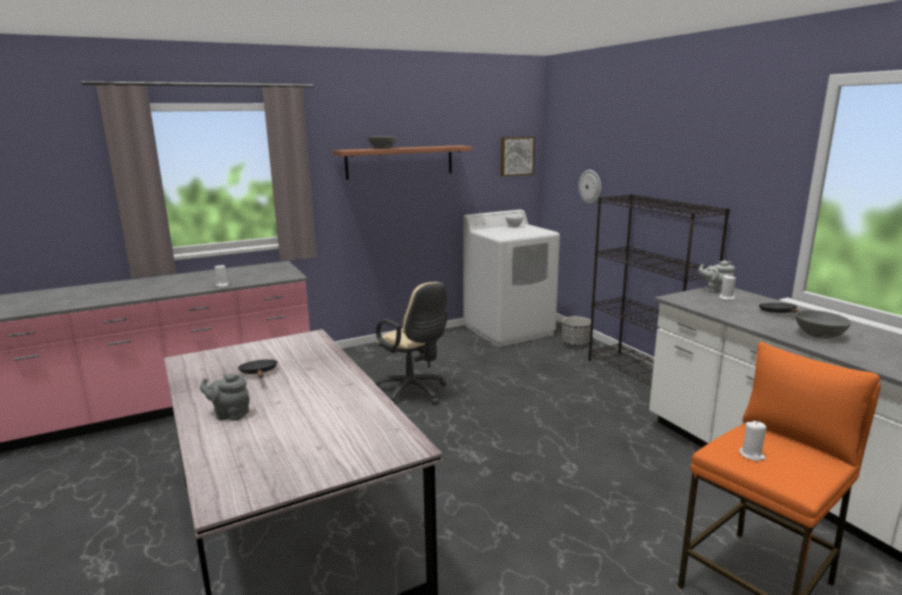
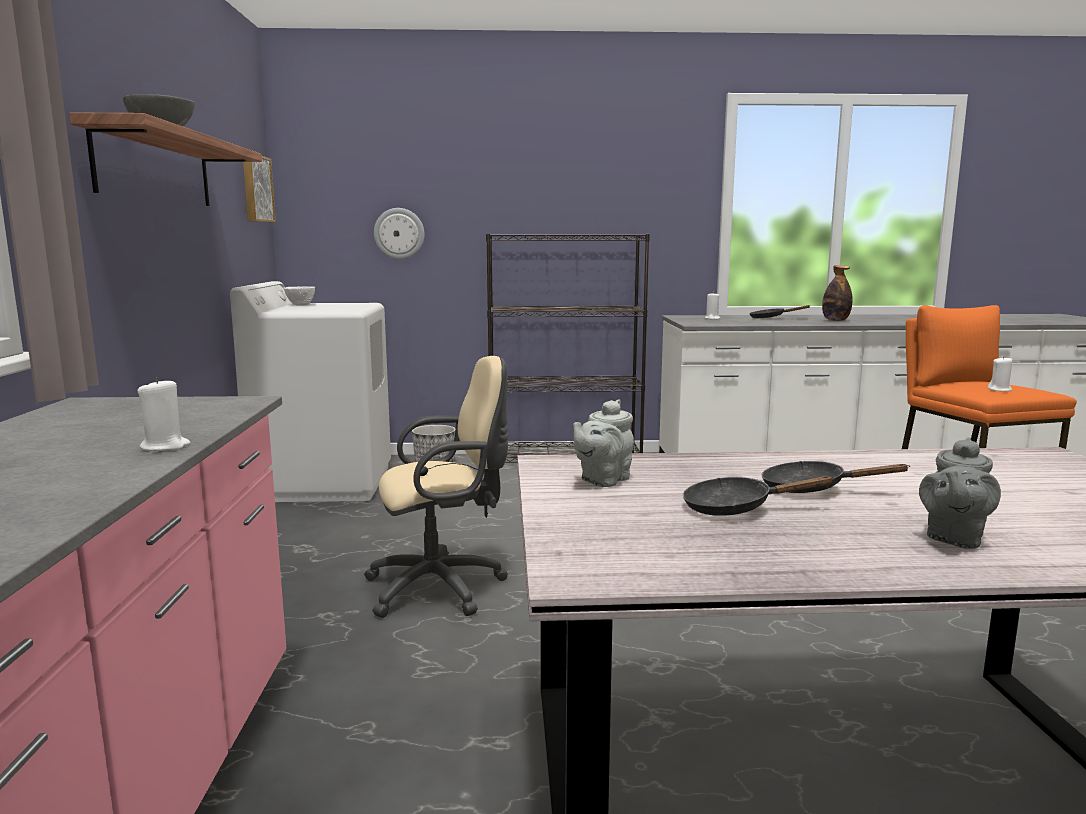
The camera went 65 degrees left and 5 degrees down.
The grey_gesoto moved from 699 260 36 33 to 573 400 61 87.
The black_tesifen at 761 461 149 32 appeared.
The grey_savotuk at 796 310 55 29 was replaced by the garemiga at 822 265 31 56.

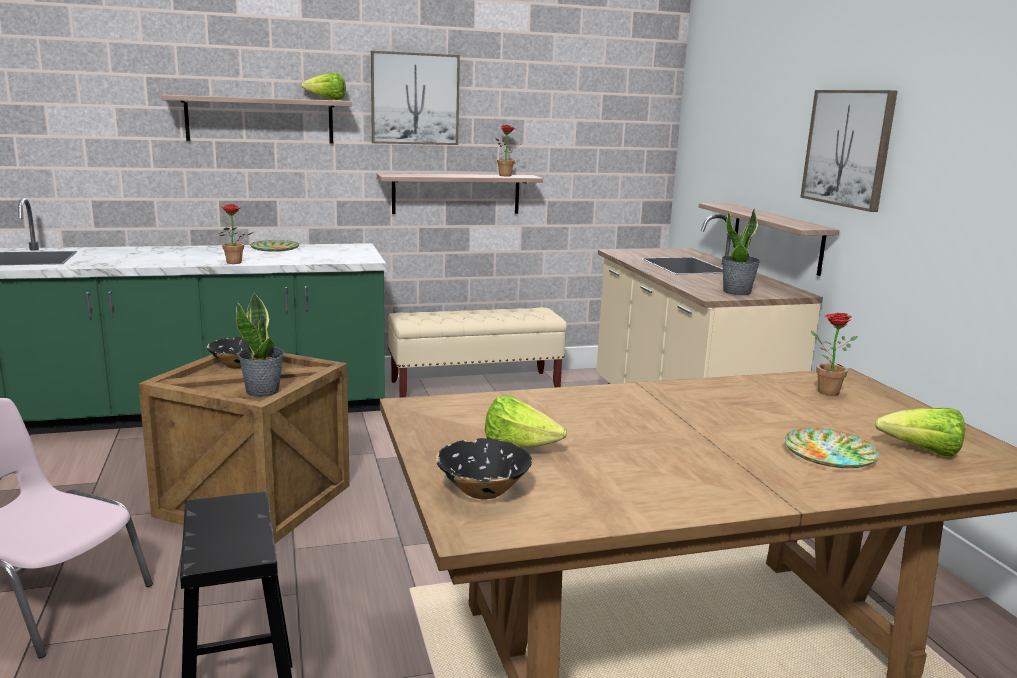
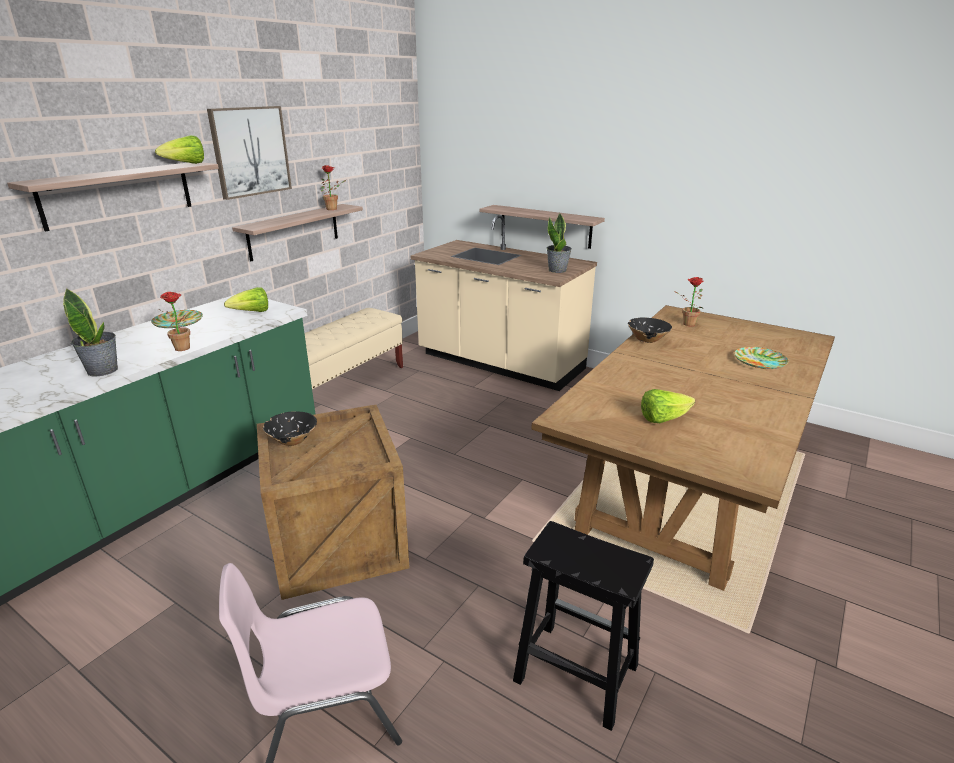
The camera went 40 degrees left and 10 degrees up.
The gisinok moved from 236 292 48 105 to 63 288 55 89.
The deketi moved from 875 408 90 48 to 224 287 44 25.
The black_savotuk moved from 436 438 96 61 to 628 317 44 26.
The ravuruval at 800 90 97 122 disappeared.

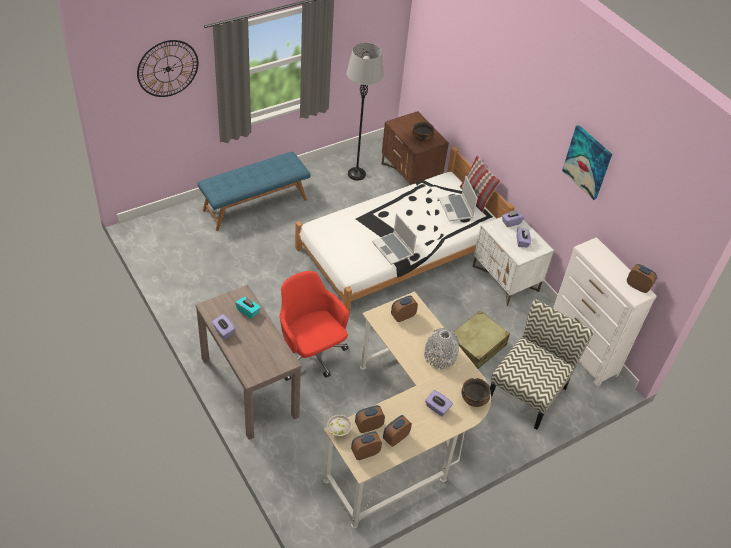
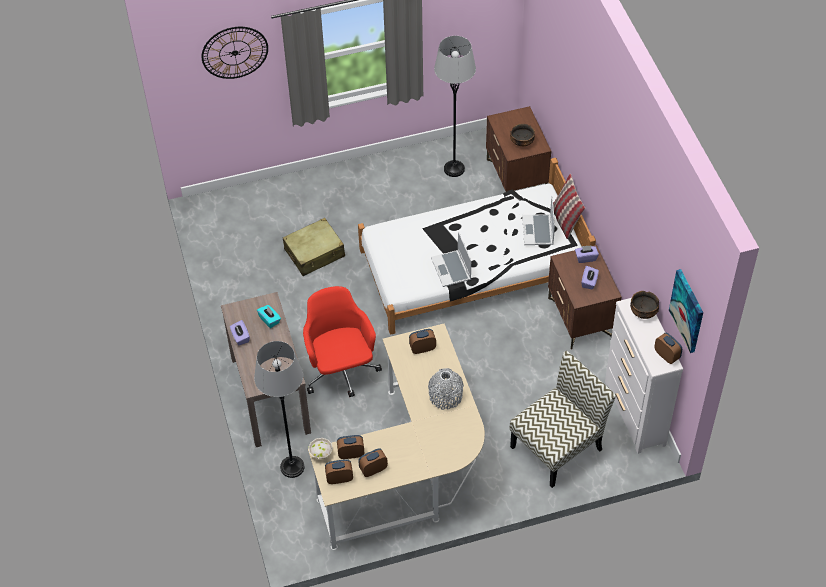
The camera went 20 degrees right and 5 degrees up.
The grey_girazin at 254 341 51 137 appeared.
The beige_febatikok moved from 454 311 56 58 to 283 218 62 58.
The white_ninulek at 473 217 81 89 became the brown_ninulek at 548 245 74 104.
The savotuk moved from 461 378 30 29 to 630 291 29 28.
The ravuruval moved from 562 125 50 75 to 669 269 34 84.
The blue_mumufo at 197 152 114 79 disappeared.
The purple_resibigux at 425 390 28 26 disappeared.

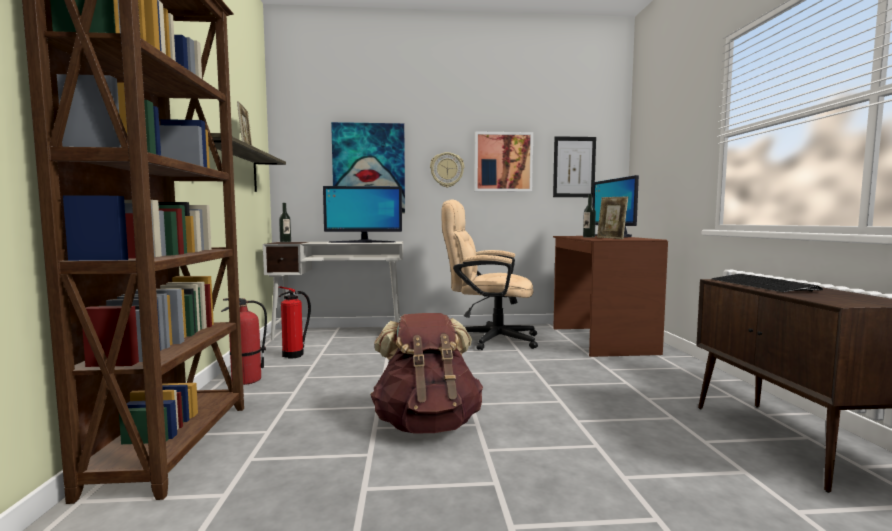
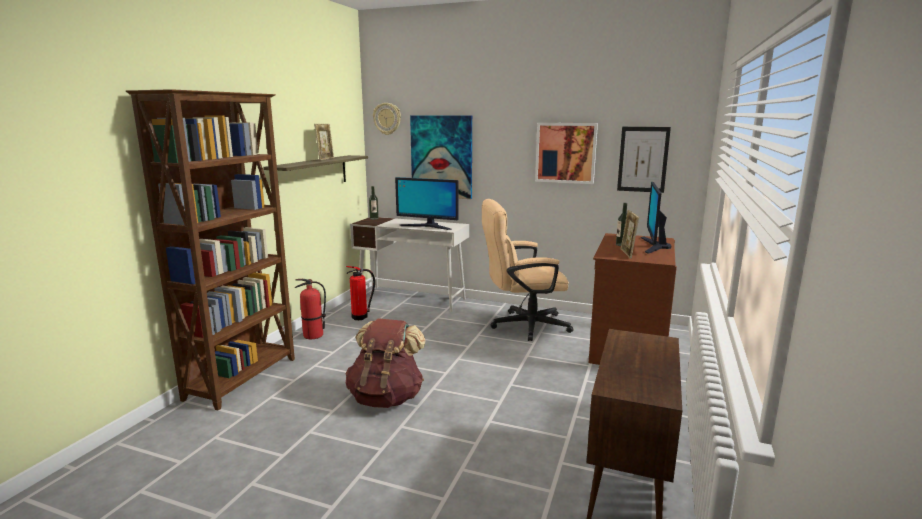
The camera went 25 degrees right and 10 degrees up.
The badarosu moved from 430 152 34 35 to 373 103 28 32.
The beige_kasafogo at 441 199 97 151 turned 45 degrees counterclockwise.
The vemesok at 711 274 112 18 disappeared.

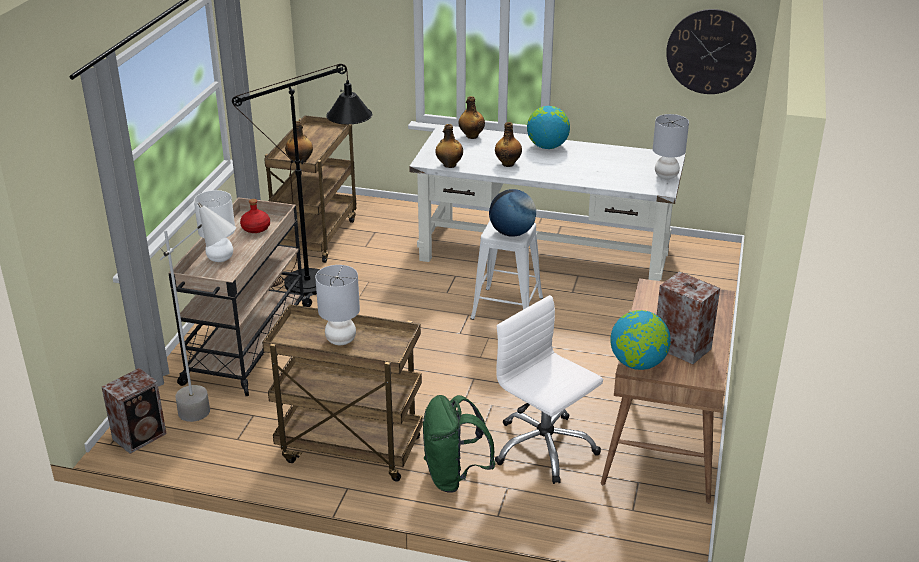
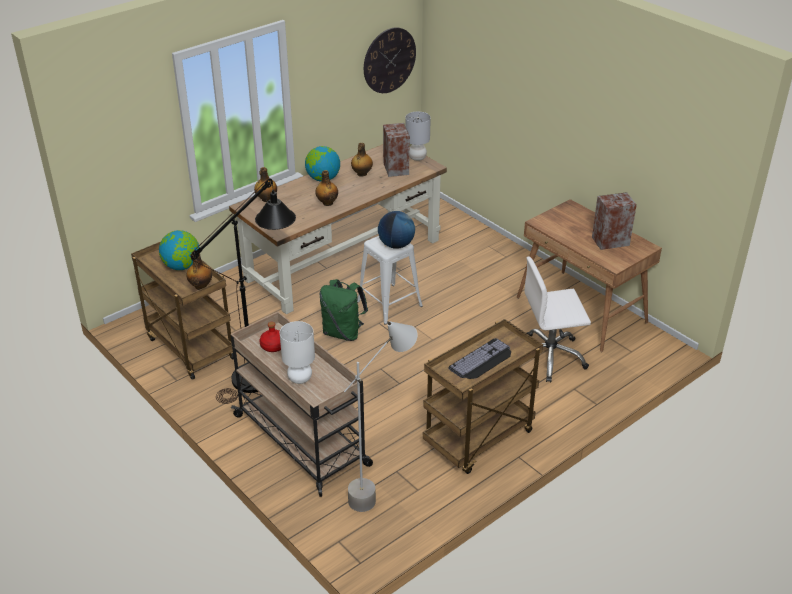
The camera went 55 degrees left and 5 degrees up.
The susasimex moved from 610 310 61 60 to 159 230 40 40.
The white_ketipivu at 409 126 277 155 became the brown_ketipivu at 229 144 218 170.
The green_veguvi moved from 423 395 72 98 to 319 279 49 62.
The garemiga moved from 435 124 28 44 to 351 143 22 34.
The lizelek moved from 102 368 64 86 to 383 123 27 54.
The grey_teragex at 315 265 45 80 was replaced by the vemesok at 448 338 63 41.

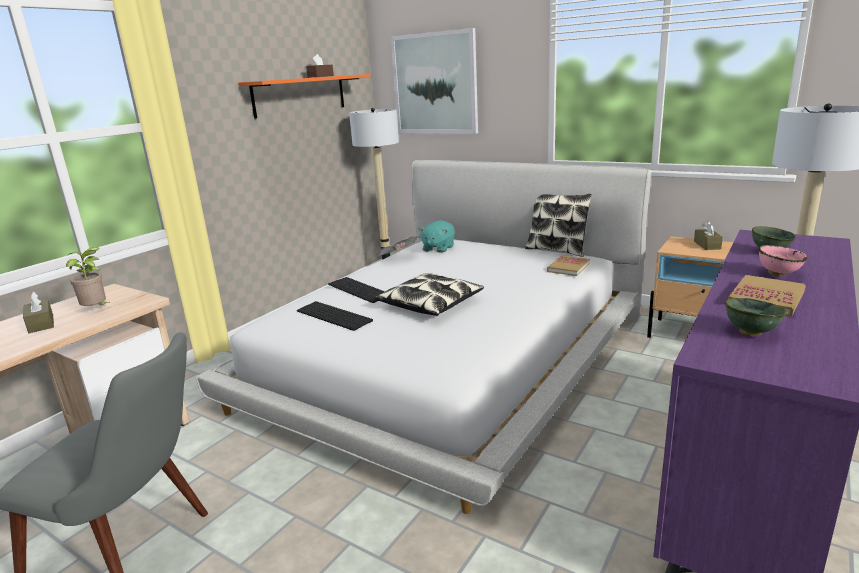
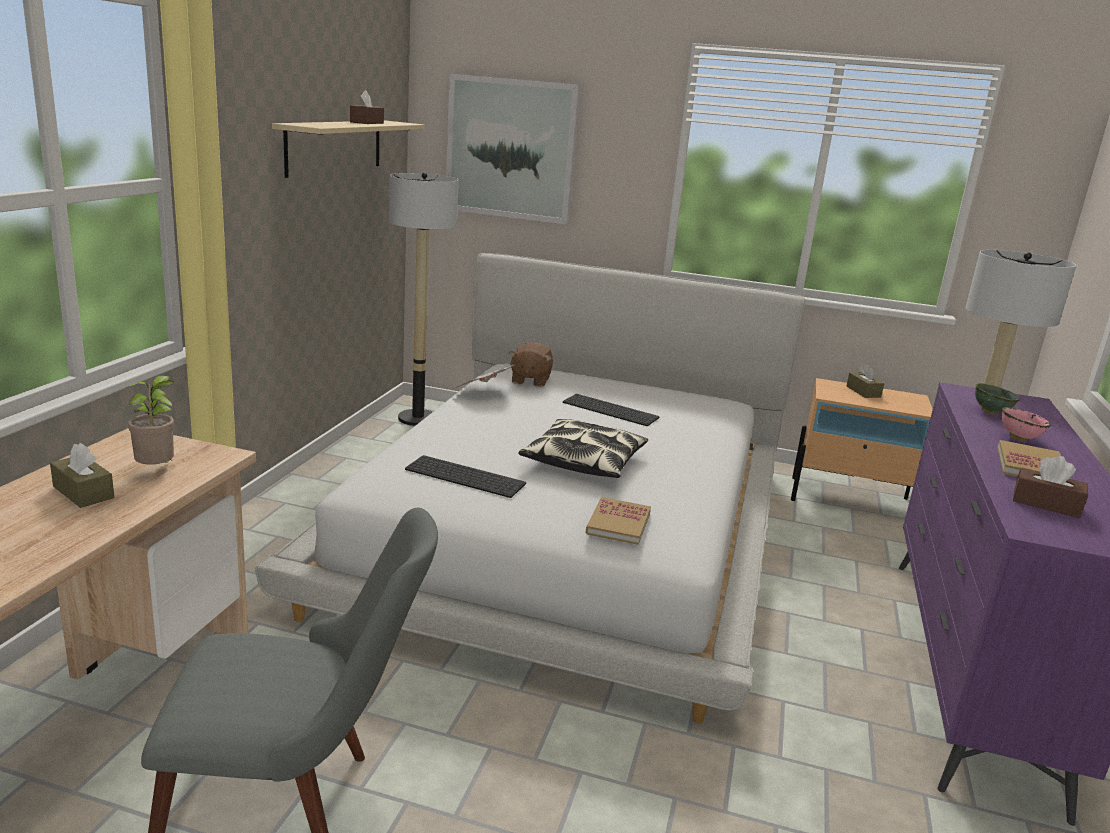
The camera went 20 degrees left and 0 degrees up.
The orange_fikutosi at 238 74 132 45 became the beige_fikutosi at 272 121 153 57.
The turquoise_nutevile at 419 220 36 33 became the brown_nutevile at 509 342 44 45.
The vemesok moved from 328 277 57 26 to 563 394 97 32.
The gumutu moved from 547 256 43 20 to 585 497 66 48.
The green_savotuk at 725 298 62 38 was replaced by the brown_resibigux at 1013 456 75 62.
The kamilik at 525 194 67 63 disappeared.

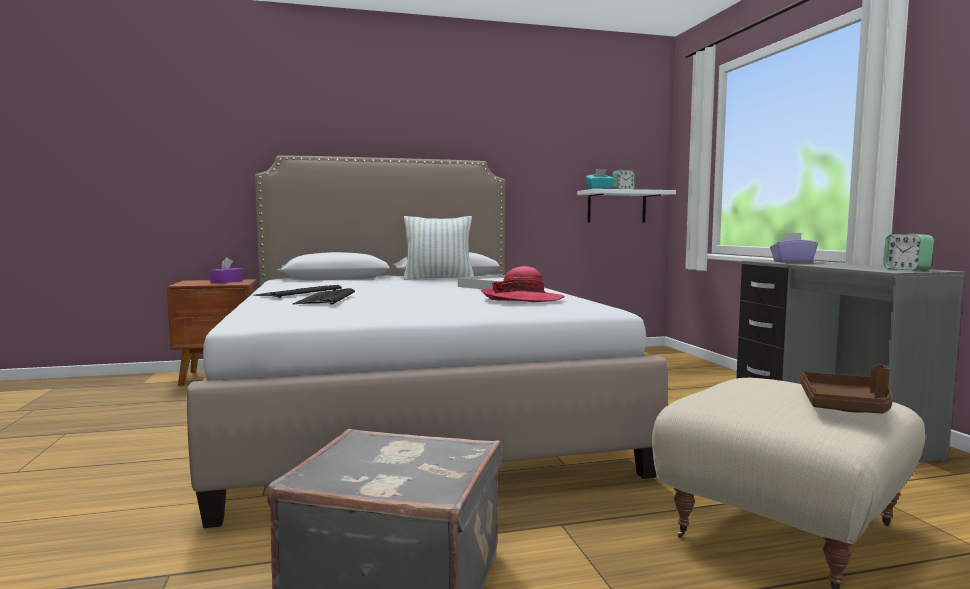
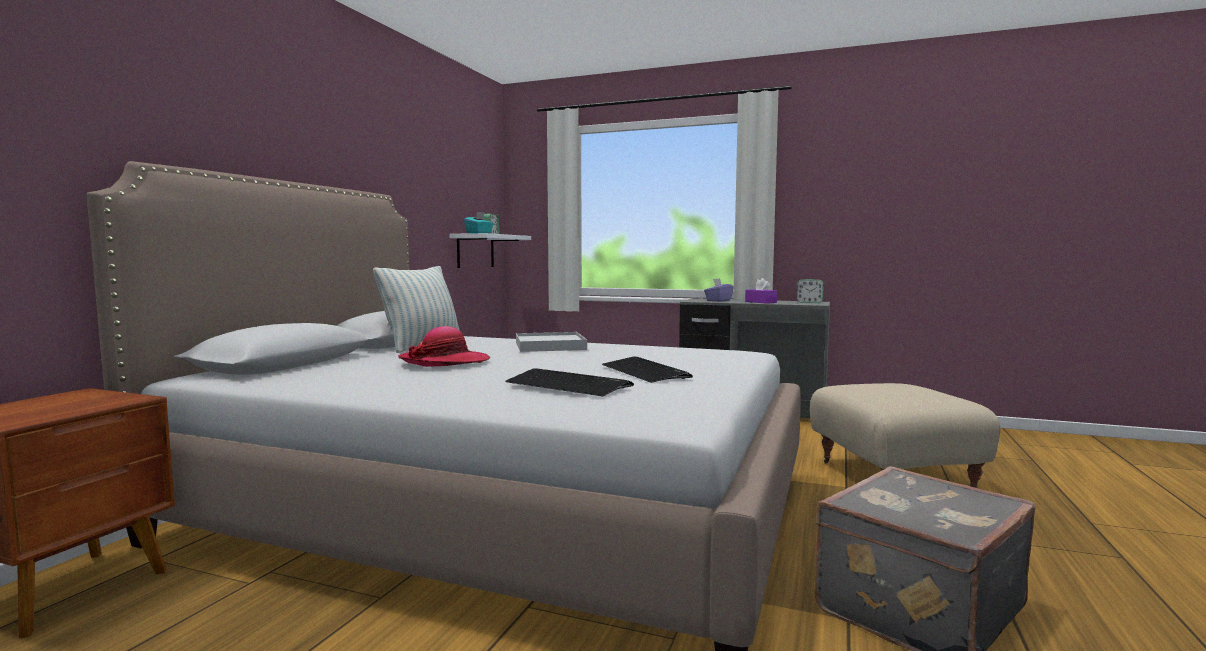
The camera went 55 degrees left and 0 degrees up.
The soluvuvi moved from 481 266 83 36 to 398 326 92 41.
The vemesok moved from 253 285 89 13 to 602 356 91 27.
The purple_resibigux moved from 210 257 33 26 to 745 278 32 26.
The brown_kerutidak at 800 364 93 49 disappeared.

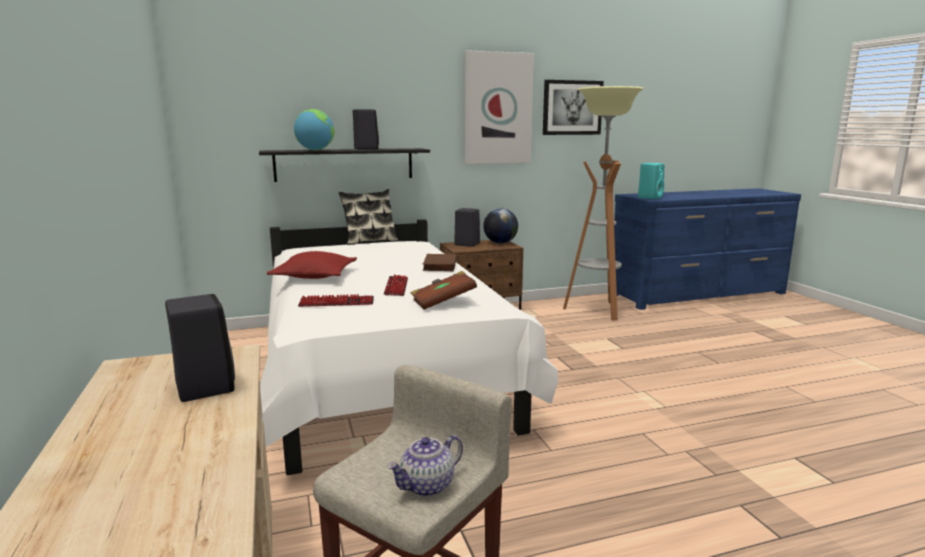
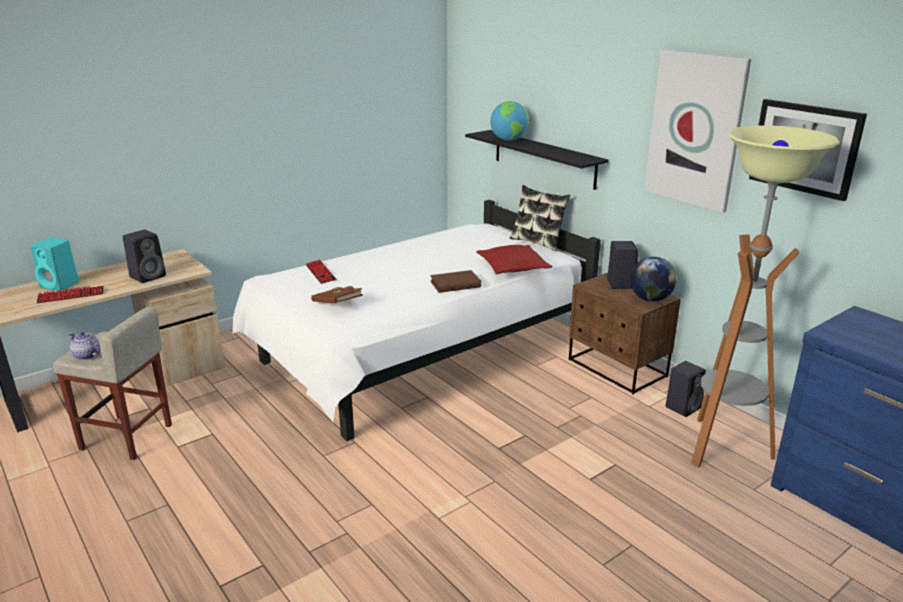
The camera went 70 degrees right and 10 degrees up.
The turquoise_lizelek moved from 638 163 26 36 to 31 237 48 54.
The vemesok moved from 384 275 24 21 to 37 286 67 17.
The red_kamilik moved from 267 251 90 28 to 476 245 77 30.
The black_lizelek moved from 353 109 26 41 to 665 361 41 56.

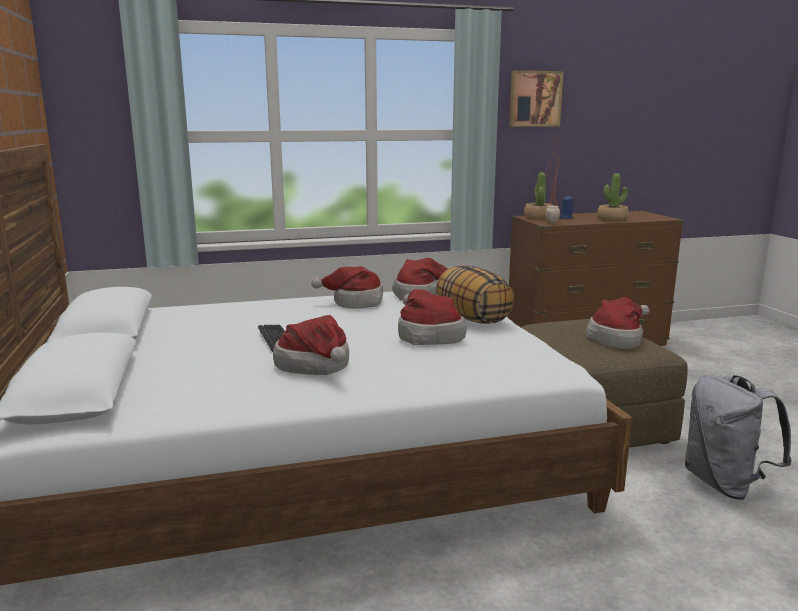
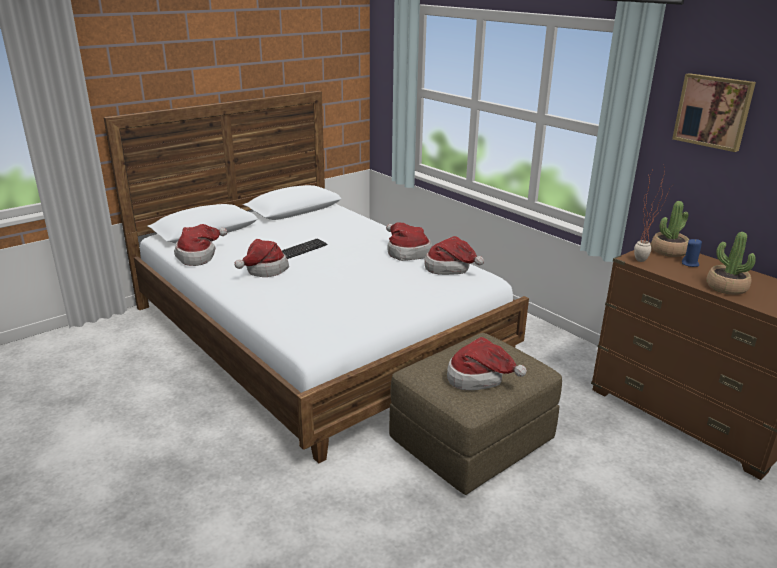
The camera went 65 degrees right and 10 degrees up.
The soluvuvi moved from 398 289 69 56 to 174 224 53 42.
The kamilik at 436 265 78 59 disappeared.
The grey_veguvi at 685 375 107 125 disappeared.

